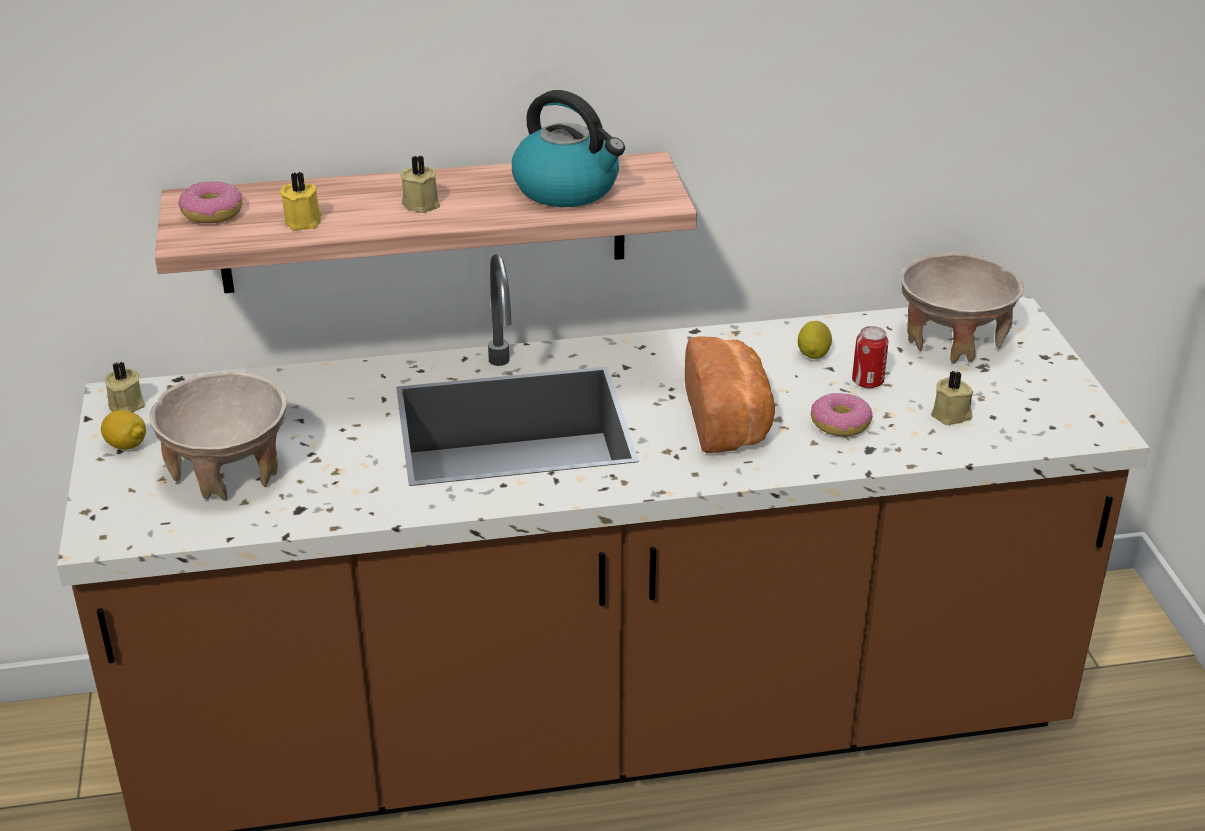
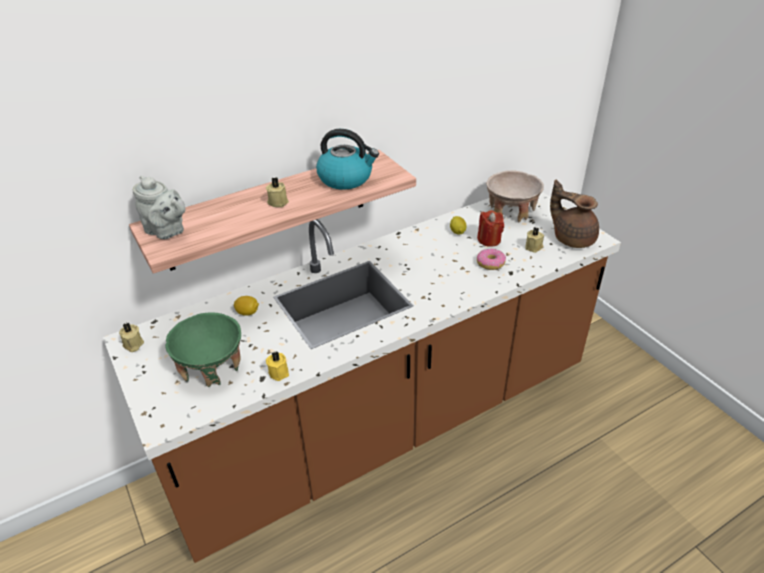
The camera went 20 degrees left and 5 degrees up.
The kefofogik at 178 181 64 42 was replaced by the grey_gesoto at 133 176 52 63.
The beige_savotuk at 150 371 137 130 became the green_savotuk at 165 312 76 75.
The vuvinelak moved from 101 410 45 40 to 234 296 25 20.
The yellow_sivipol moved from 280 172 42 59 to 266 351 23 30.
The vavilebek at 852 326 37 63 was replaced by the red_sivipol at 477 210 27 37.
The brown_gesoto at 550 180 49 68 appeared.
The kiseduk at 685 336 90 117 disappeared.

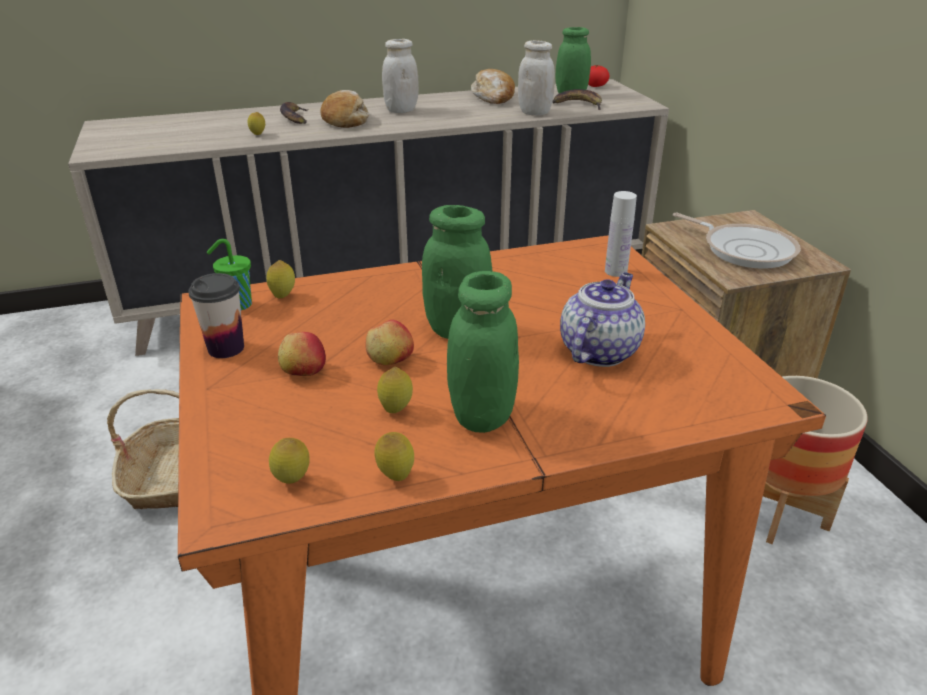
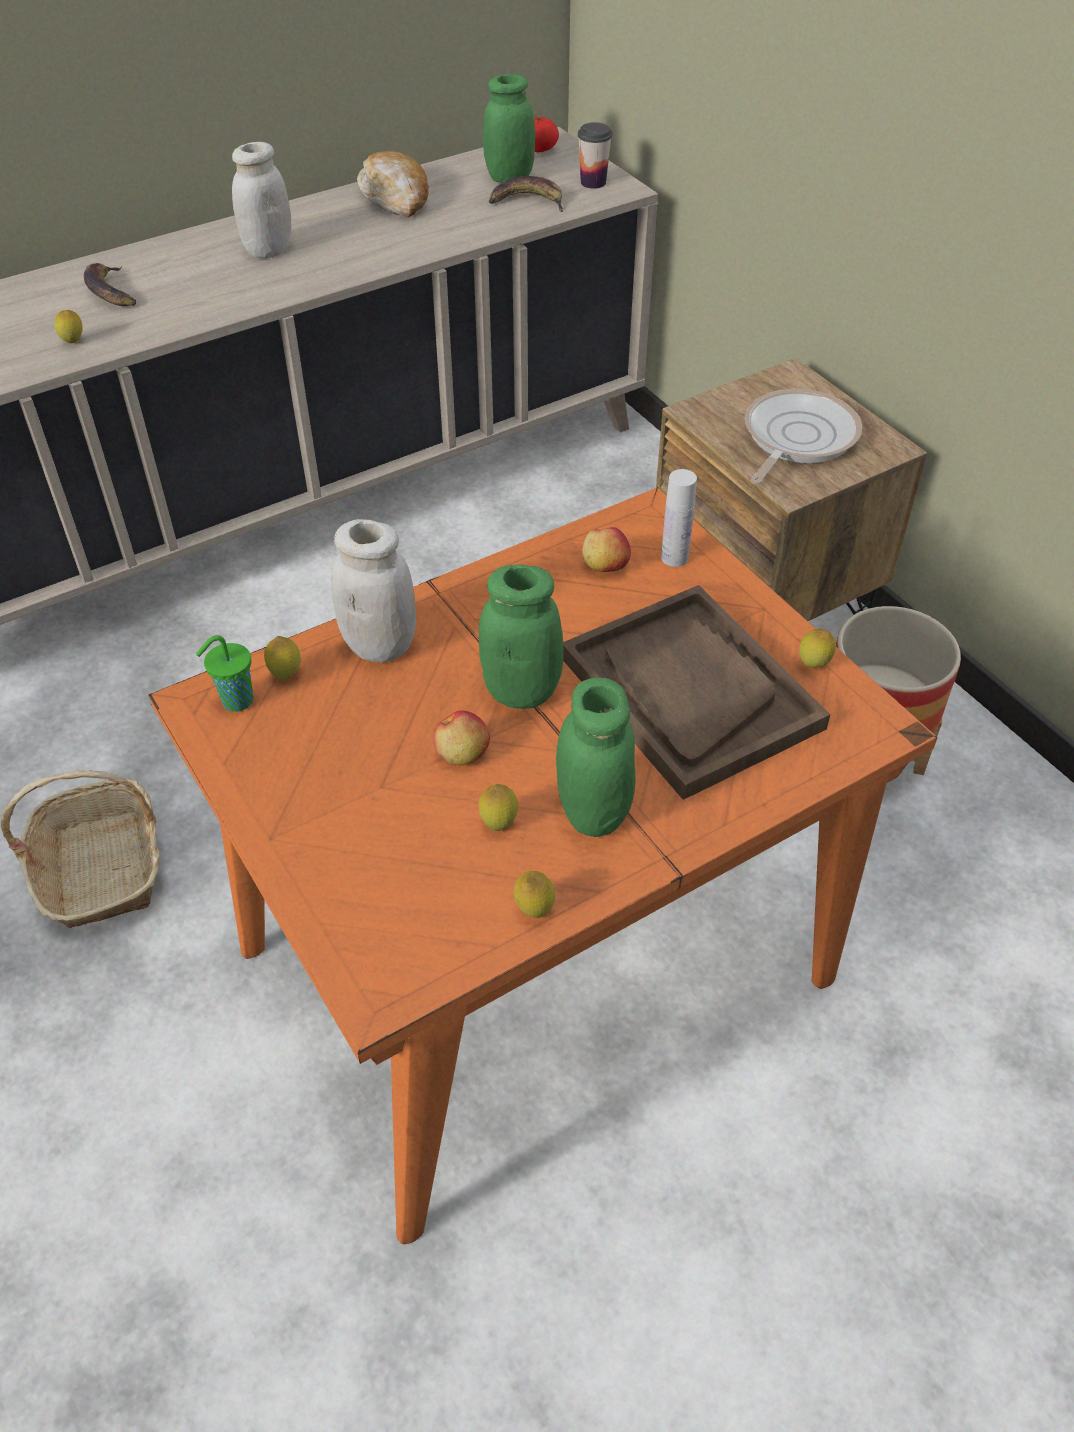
The camera went 15 degrees left and 15 degrees up.
The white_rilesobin moved from 518 40 37 76 to 331 519 85 144.
The gesoto at 560 272 85 95 was replaced by the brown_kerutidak at 563 585 267 215.
The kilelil moved from 188 273 56 85 to 578 122 34 67.
The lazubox moved from 278 332 48 44 to 582 527 49 45.
The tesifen at 673 213 128 56 turned 90 degrees counterclockwise.
The vuvinelak moved from 269 438 41 46 to 799 628 37 40.
The kiseduk at 320 90 49 38 disappeared.

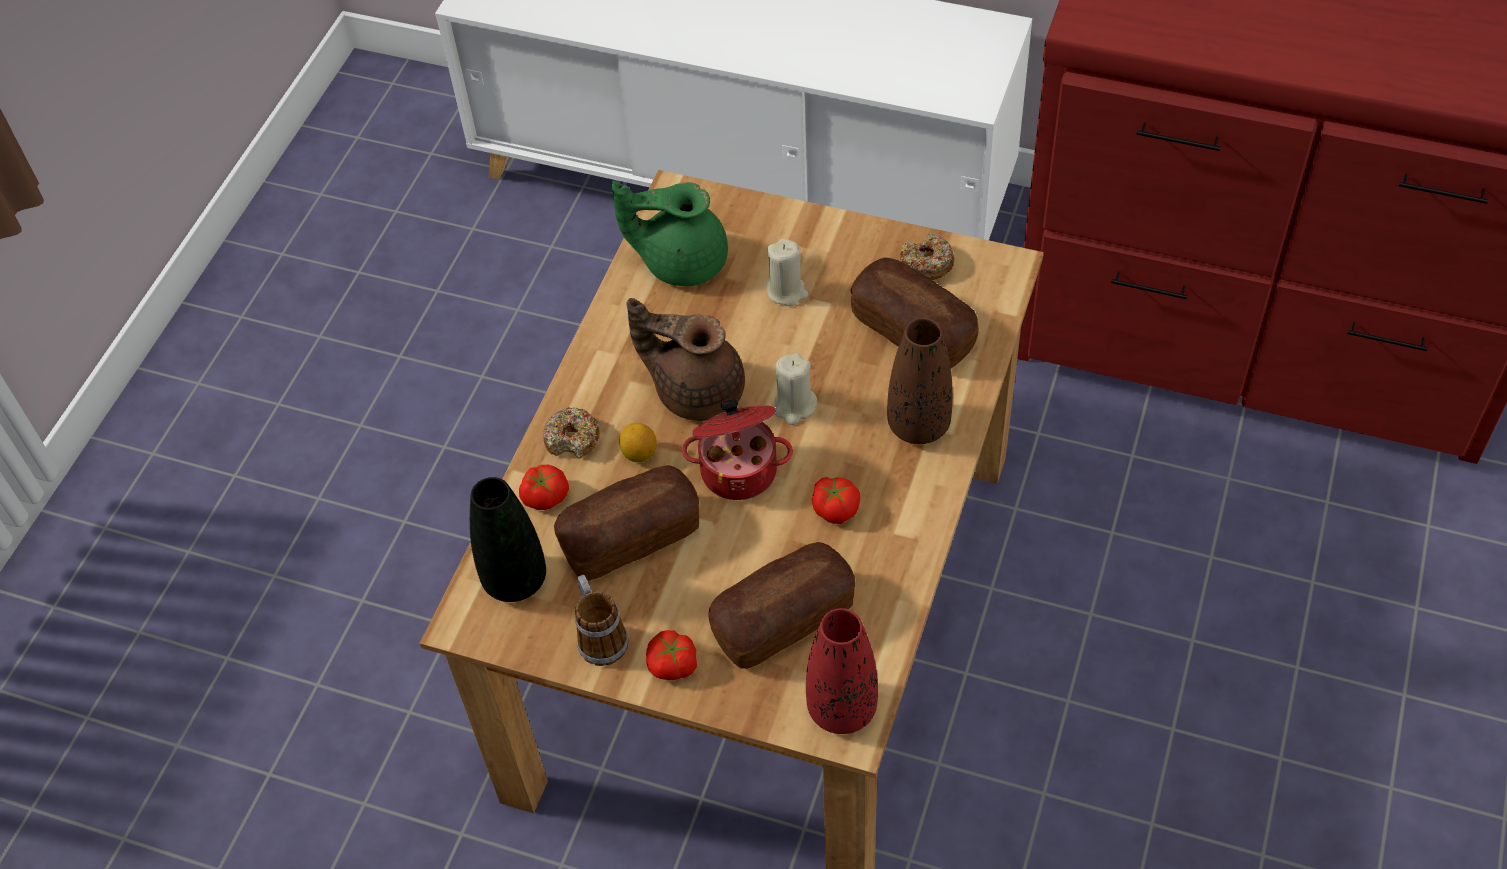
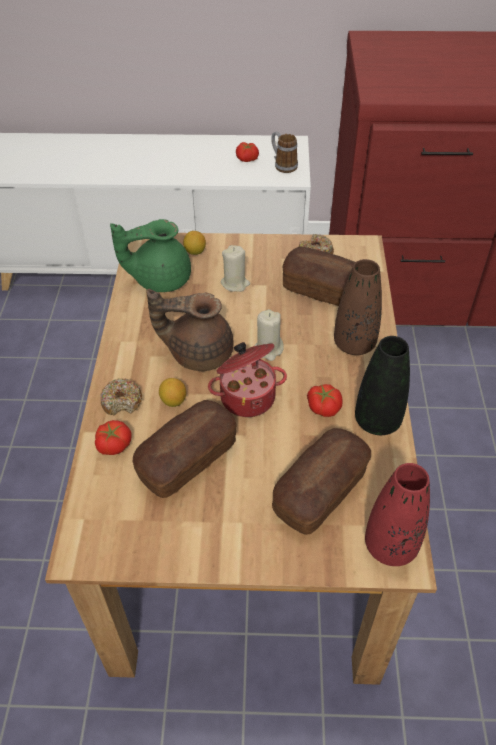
The camera went 20 degrees left and 5 degrees down.
The vuvinelak at 183 231 23 24 appeared.
The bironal moved from 646 630 51 50 to 236 142 23 20.
The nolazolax moved from 575 575 53 91 to 271 131 27 42.
The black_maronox moved from 470 477 76 125 to 355 336 55 99.

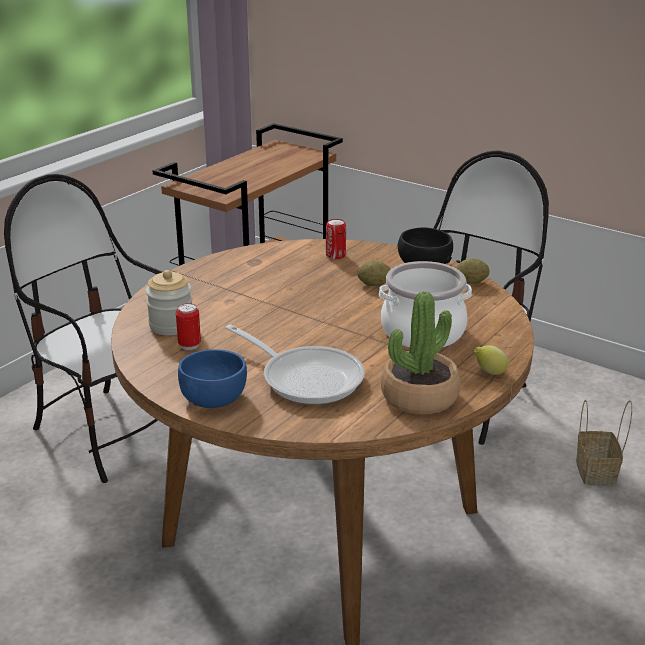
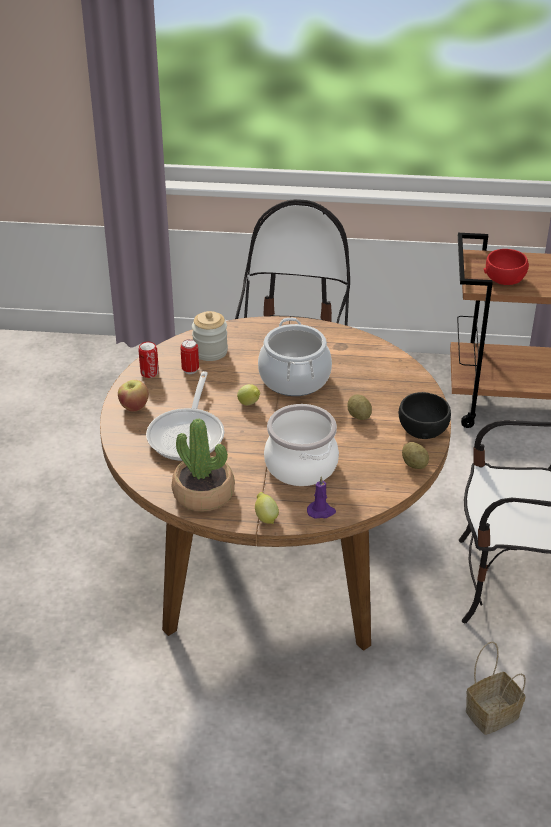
The camera went 60 degrees right and 10 degrees up.
The blue_savotuk at 178 349 69 59 was replaced by the lazubox at 118 380 31 32.
The vavilebek moved from 326 219 20 40 to 138 342 21 36.
The vuvinelak at 237 384 23 22 appeared.
The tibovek at 258 318 74 78 appeared.
The purple_sivipol at 307 476 29 43 appeared.
The red_savotuk at 484 249 45 36 appeared.

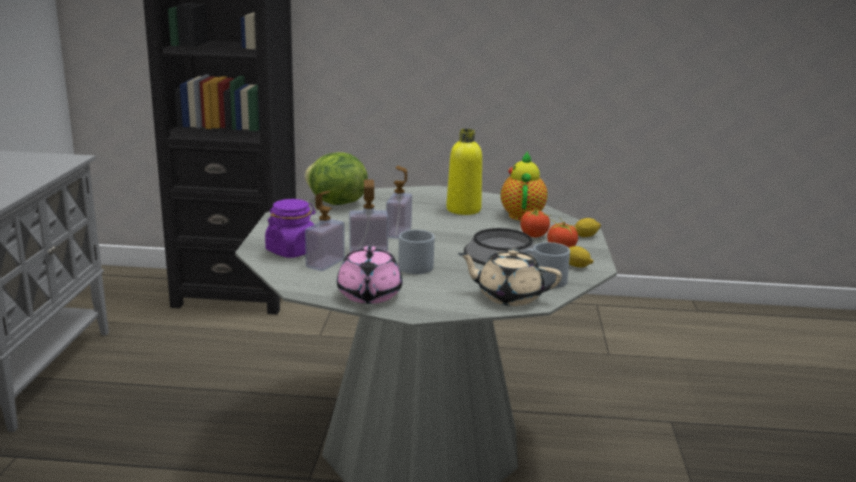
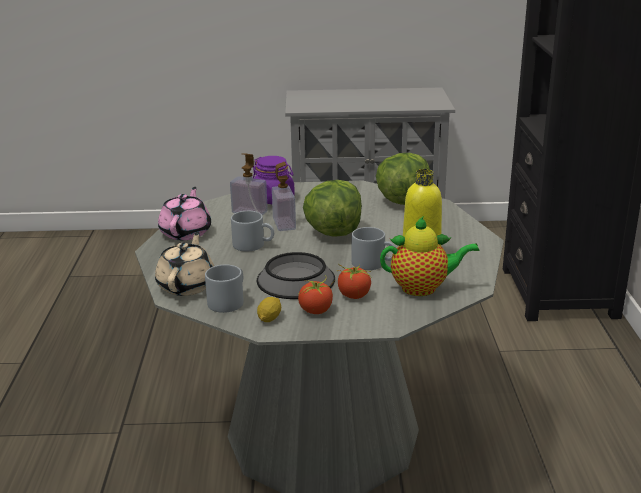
The camera went 85 degrees right and 5 degrees up.
The pink_gesoto at 337 246 65 58 turned 105 degrees clockwise.
The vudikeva at 386 166 26 73 was replaced by the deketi at 303 180 59 57.
The grey_nolazolax at 352 227 44 43 appeared.
The vuvinelak at 575 218 26 19 disappeared.

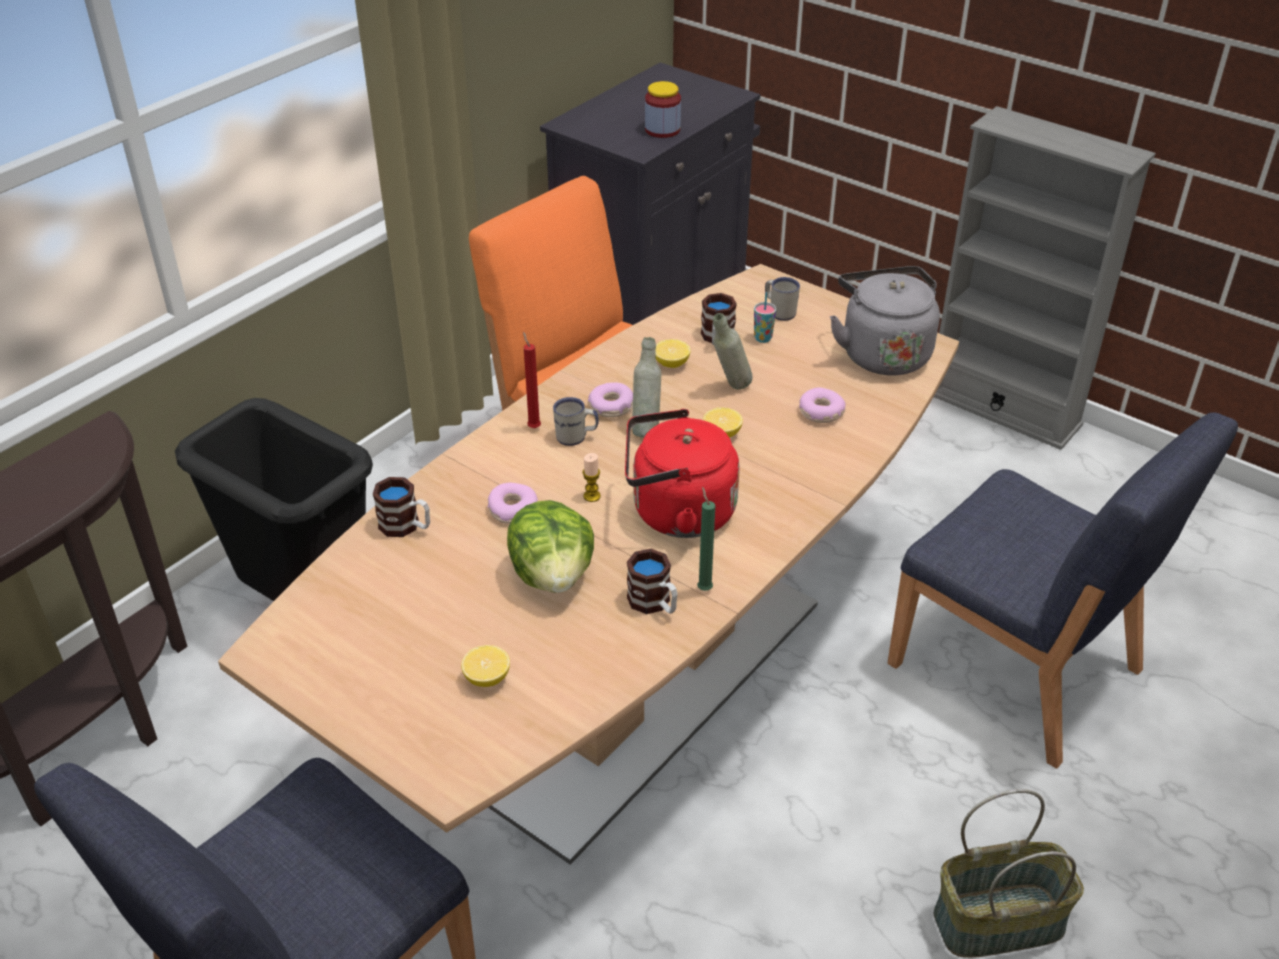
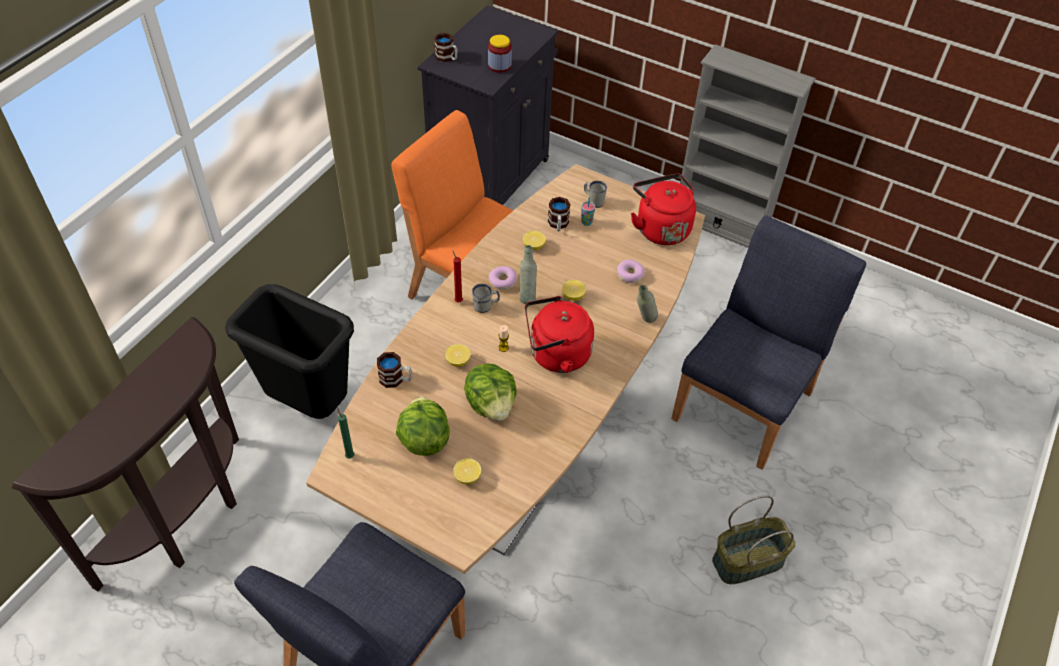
The camera went 10 degrees left and 10 degrees up.
The green_sivipol moved from 697 487 18 104 to 337 407 18 52.
The deketi at 396 397 54 59 appeared.
The nolazolax moved from 627 549 51 65 to 434 33 23 29.
The kefofogik at 488 483 50 41 was replaced by the vuvinelak at 445 344 26 23.
The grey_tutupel at 830 266 110 110 became the red_tutupel at 631 173 65 72.
The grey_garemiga moved from 713 313 40 76 to 637 285 21 38.
The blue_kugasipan at 888 412 350 357 turned 90 degrees counterclockwise.

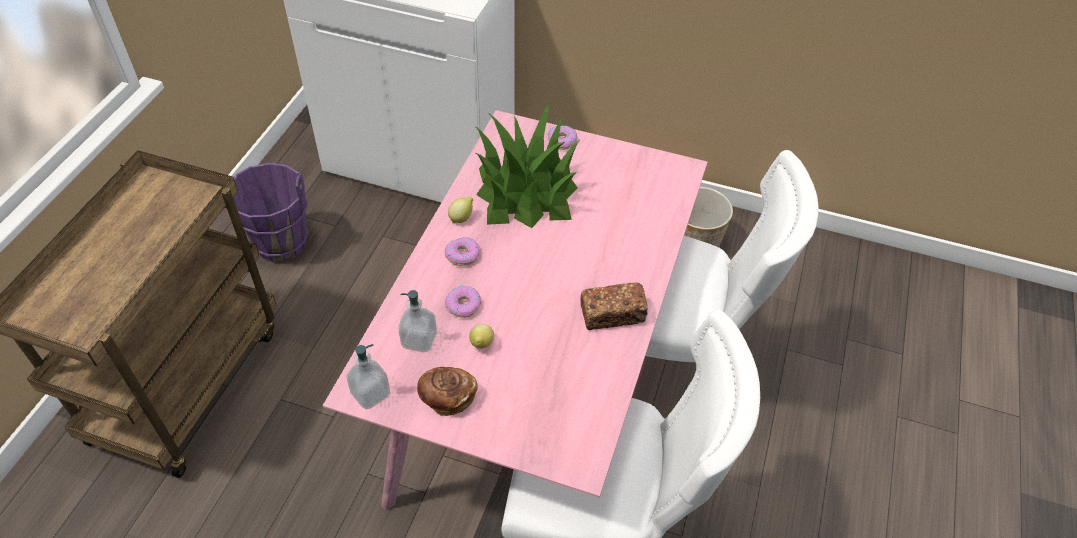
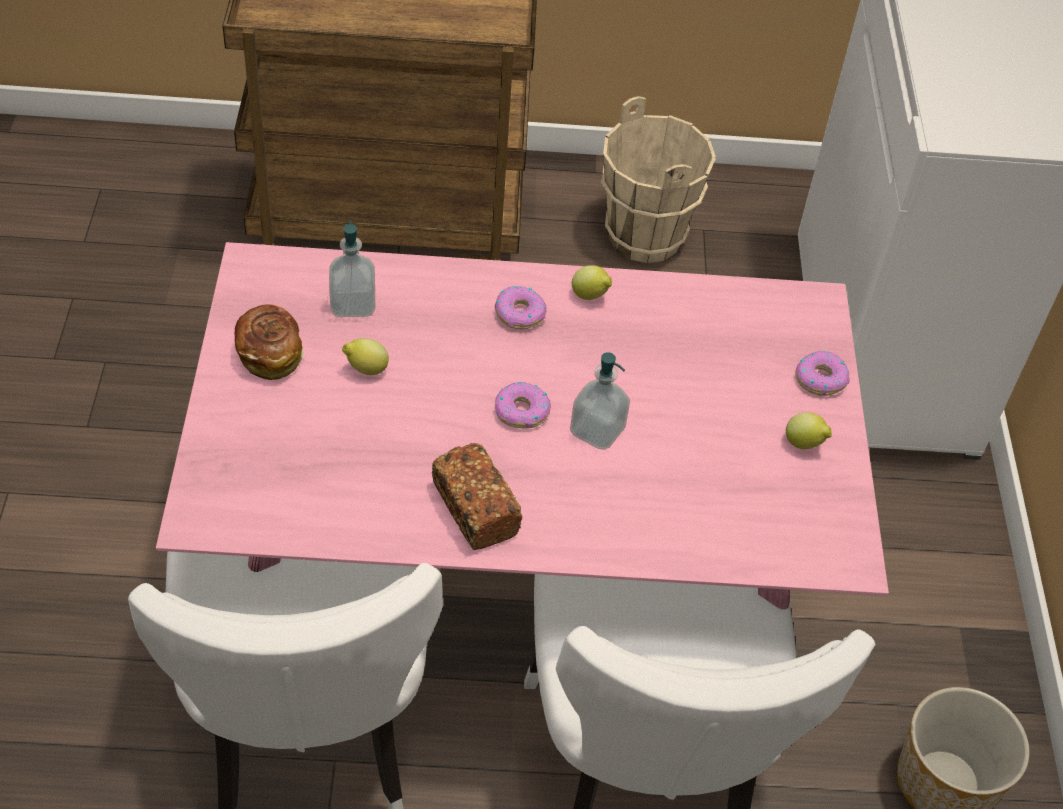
The camera went 70 degrees right and 0 degrees up.
The kefofogik moved from 445 285 36 33 to 495 382 56 46.
The vudikeva moved from 346 344 45 65 to 570 352 60 98.
The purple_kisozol at 233 163 75 99 became the beige_kisozol at 601 96 115 167.
The vuvinelak at 786 412 46 37 appeared.
The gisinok at 475 103 104 125 disappeared.

